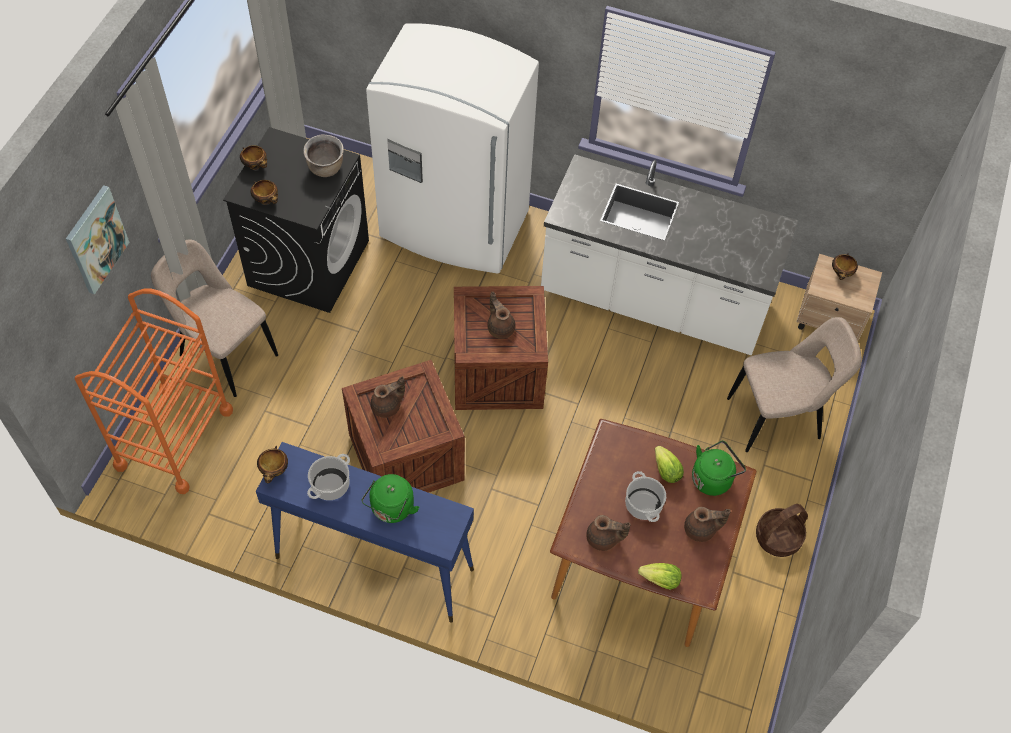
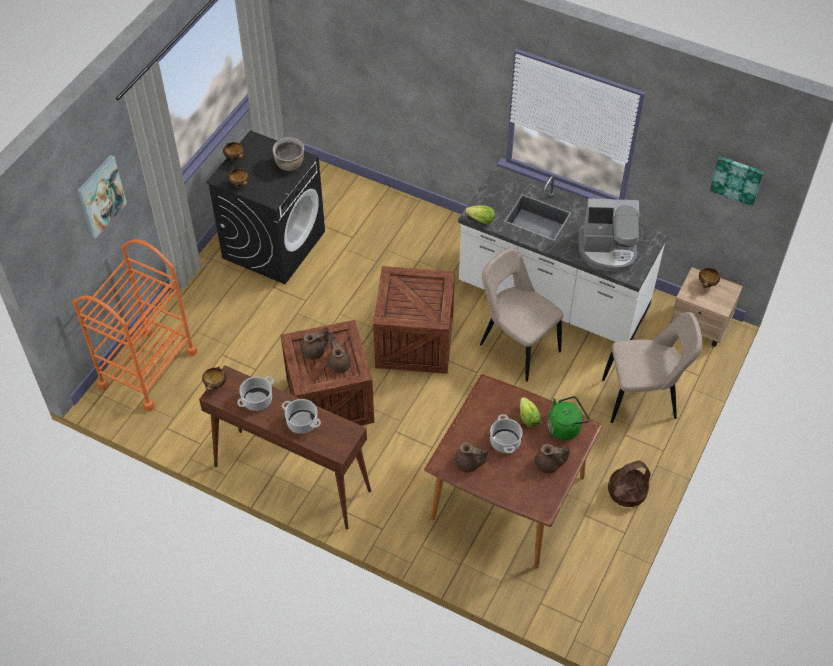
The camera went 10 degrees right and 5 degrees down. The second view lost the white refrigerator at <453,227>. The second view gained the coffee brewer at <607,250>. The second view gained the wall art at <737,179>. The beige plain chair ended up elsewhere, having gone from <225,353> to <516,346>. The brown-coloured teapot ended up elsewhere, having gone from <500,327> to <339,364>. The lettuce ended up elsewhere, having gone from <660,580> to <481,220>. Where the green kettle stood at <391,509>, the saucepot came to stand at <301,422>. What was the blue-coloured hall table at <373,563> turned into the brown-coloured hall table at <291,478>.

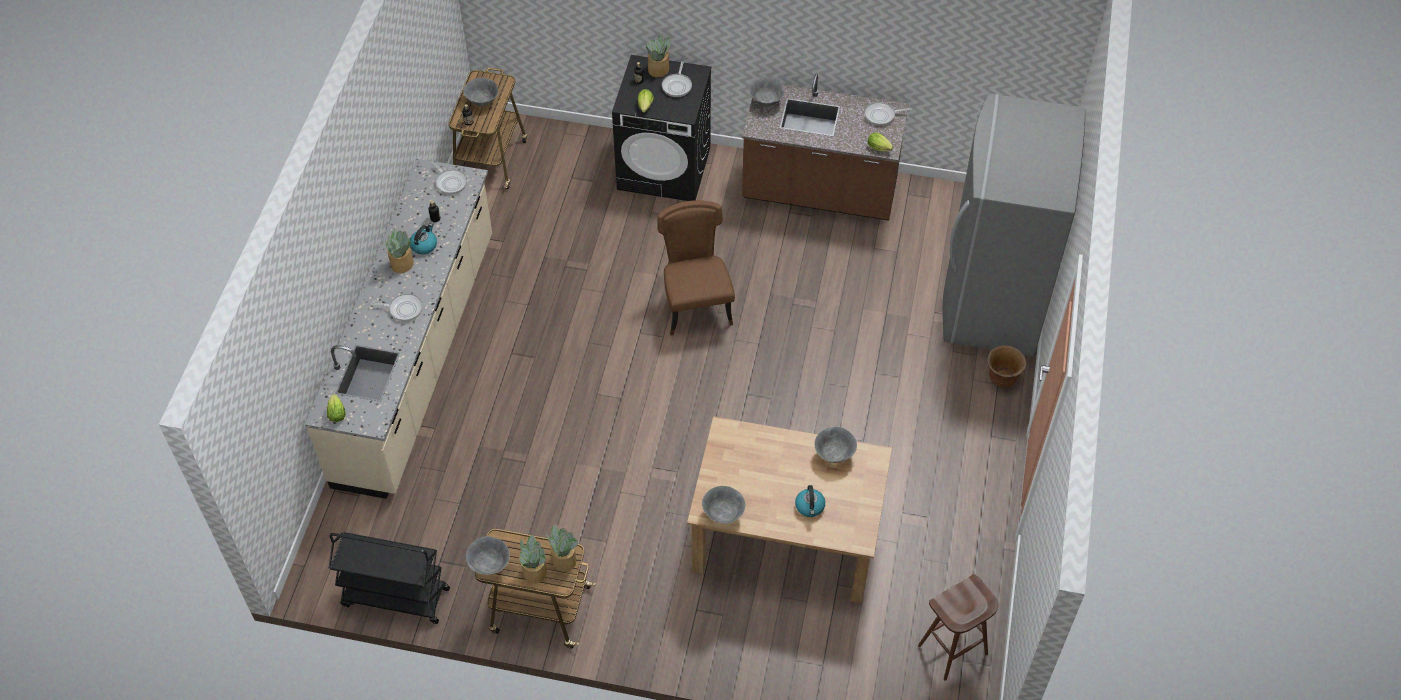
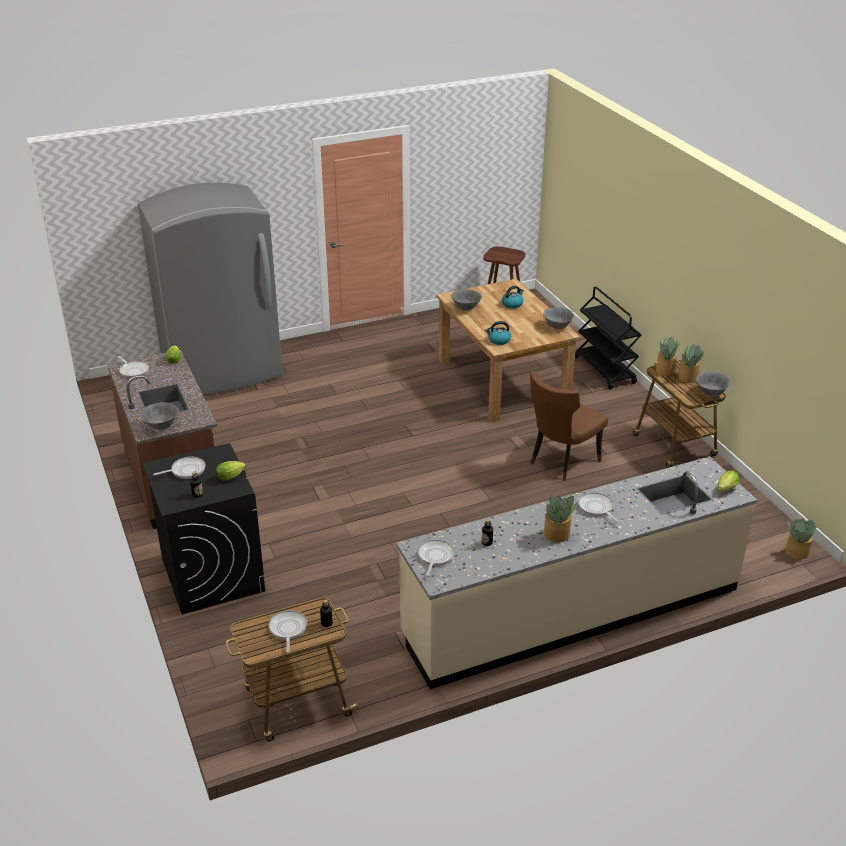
The camera went 125 degrees left and 20 degrees down. The second view lost the brown-coloured planter at <1002,379>. The blackish cart ended up elsewhere, having gone from <395,597> to <605,370>. The kettle ended up elsewhere, having gone from <424,245> to <499,340>. The houseplant ended up elsewhere, having gone from <659,69> to <796,552>. The brown-coloured plain chair ended up elsewhere, having gone from <695,306> to <561,462>. Where the grey serving bowl stood at <482,101>, the pan came to stand at <288,629>.

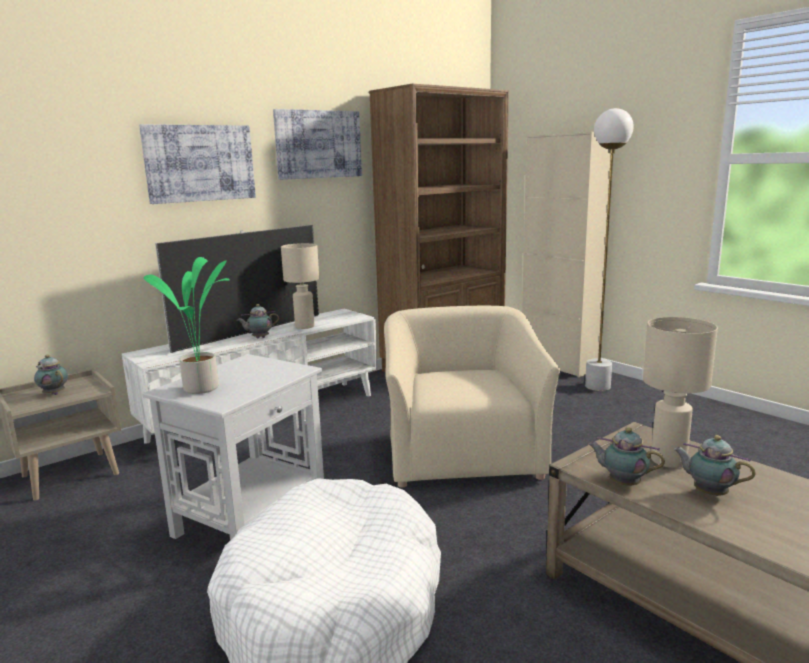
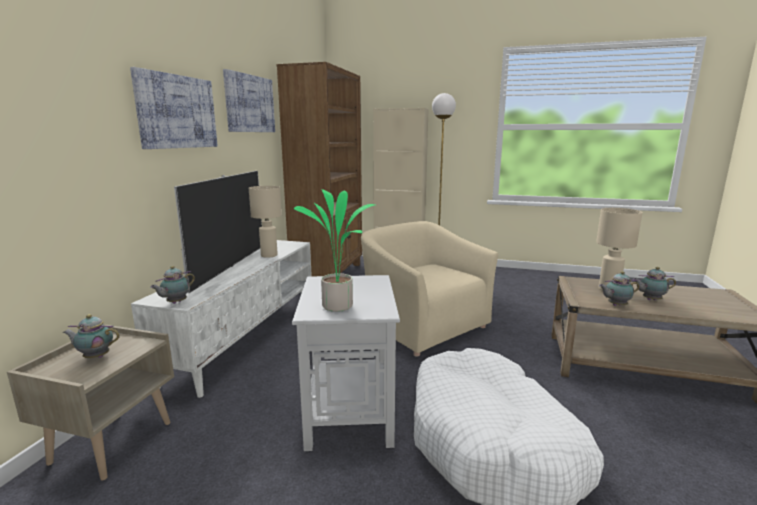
The camera went 35 degrees left and 0 degrees up. The teapot ended up elsewhere, having gone from <259,338> to <175,303>.

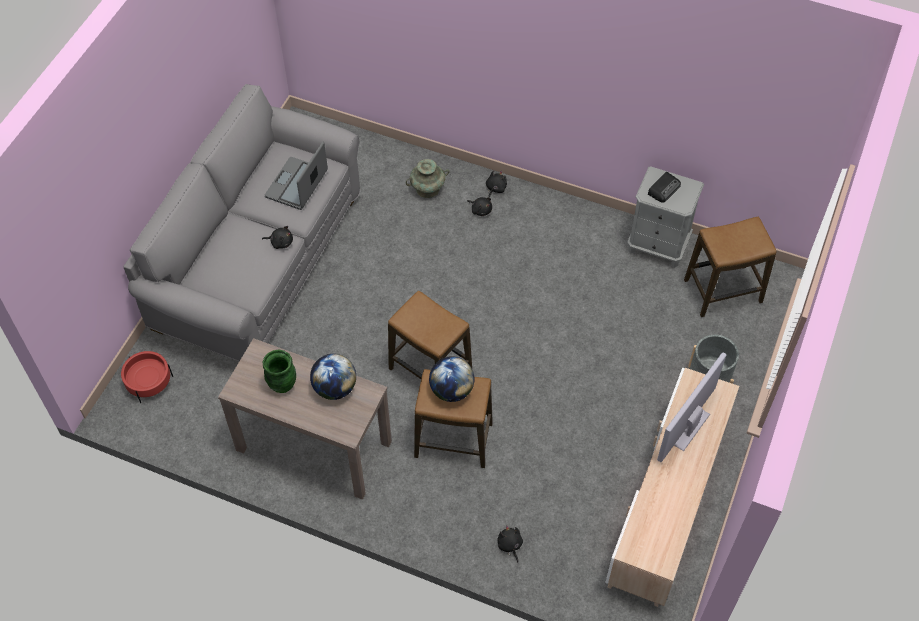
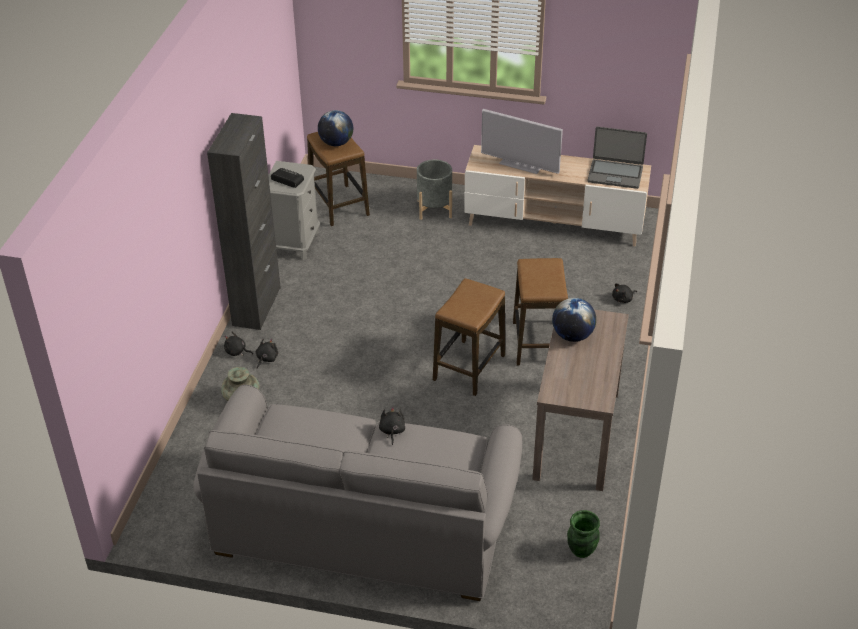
The camera went 100 degrees left and 15 degrees down. The second view lost the red-coloured planter at <149,382>. The second view gained the blackish storage cabinet at <256,306>. The green decorative vase ended up elsewhere, having gone from <282,384> to <581,550>. The notebook computer ended up elsewhere, having gone from <297,184> to <615,174>. The globe ended up elsewhere, having gone from <451,390> to <336,143>.

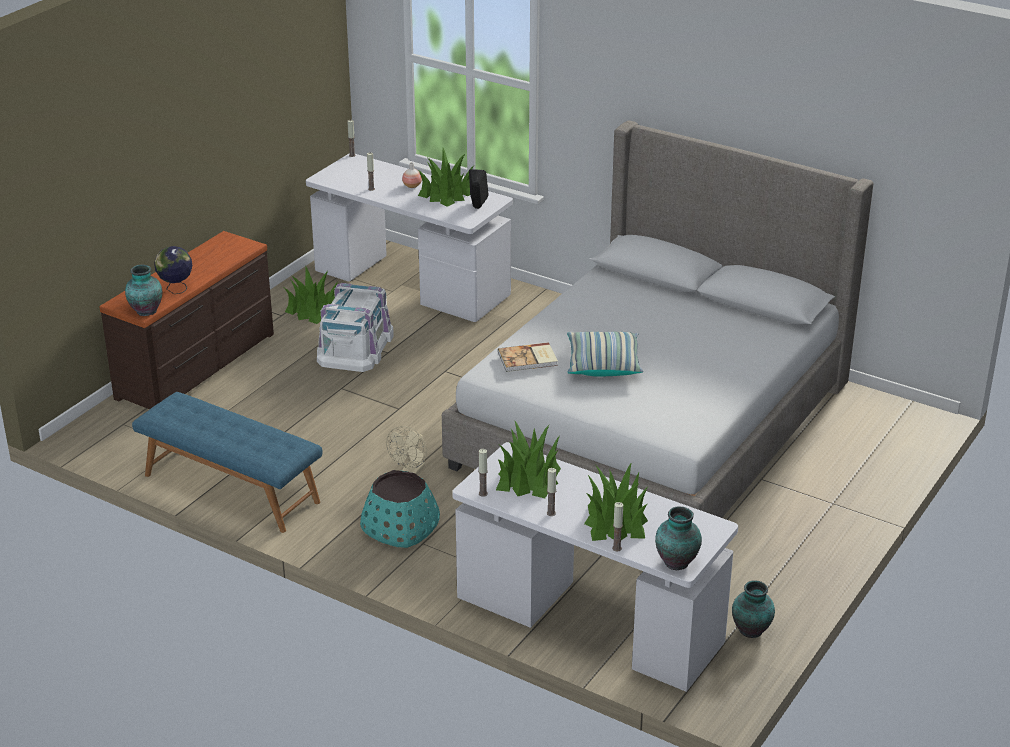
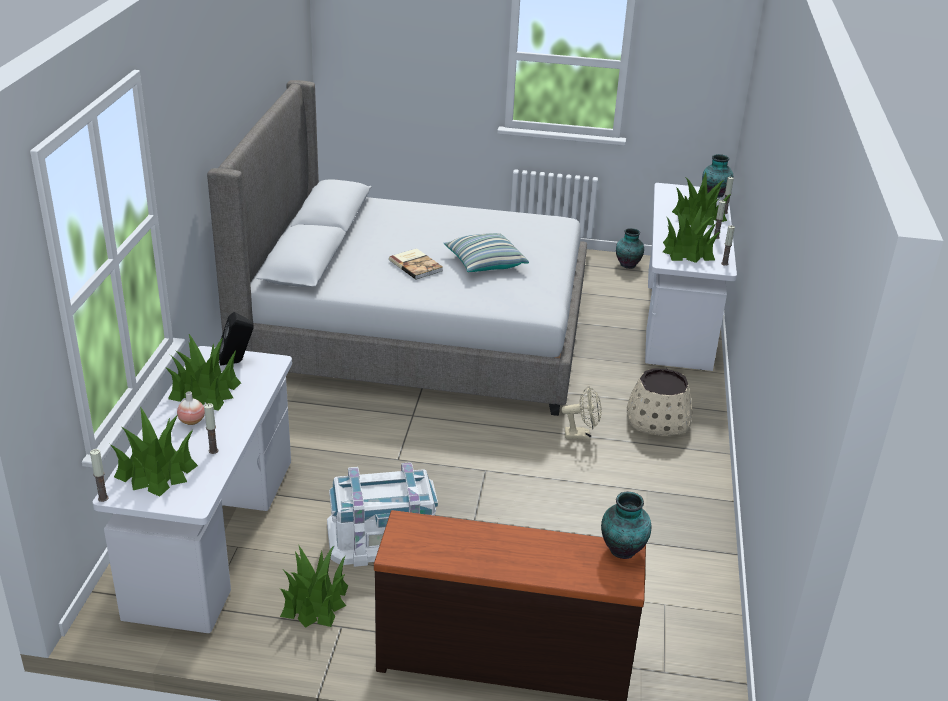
The camera went 115 degrees left and 0 degrees up. The second view lost the blue-coloured long seat at <230,489>. The second view lost the globe at <176,290>. The second view gained the houseplant at <156,471>. The book ended up elsewhere, having gone from <528,359> to <416,265>. What was the turquoise planter at <400,528> turned into the beige planter at <658,420>.

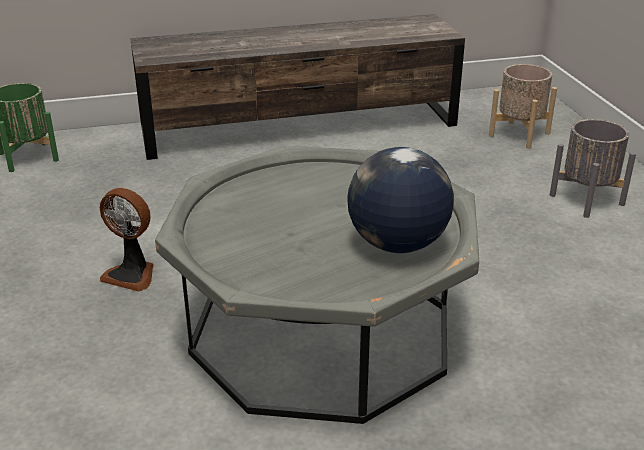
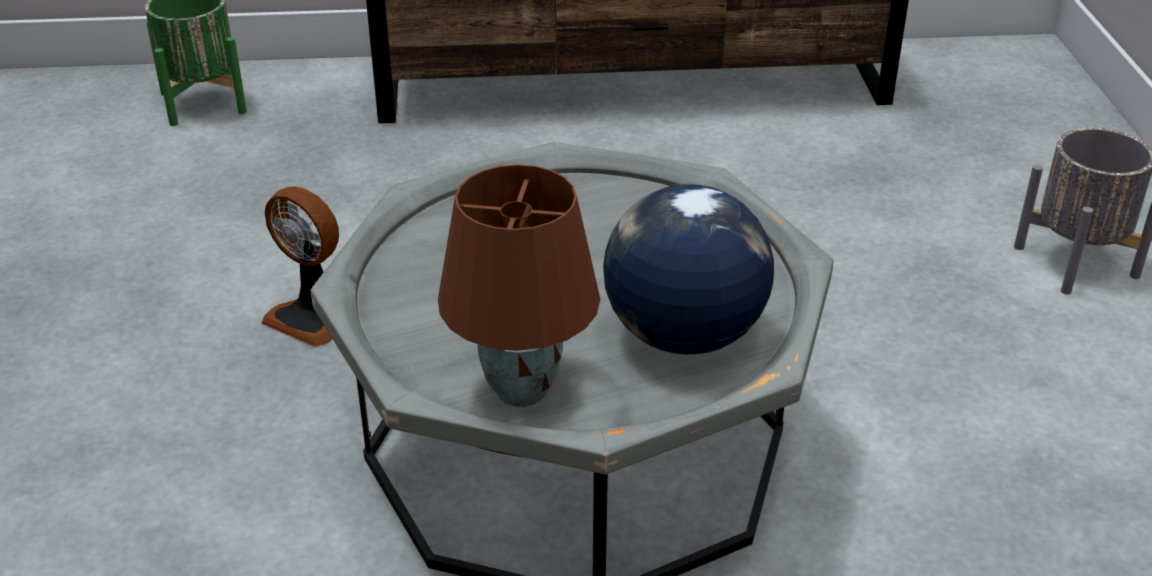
The camera went 10 degrees right and 5 degrees up. The second view lost the beige planter at <519,135>. The second view gained the brown-coloured table lamp at <521,392>.

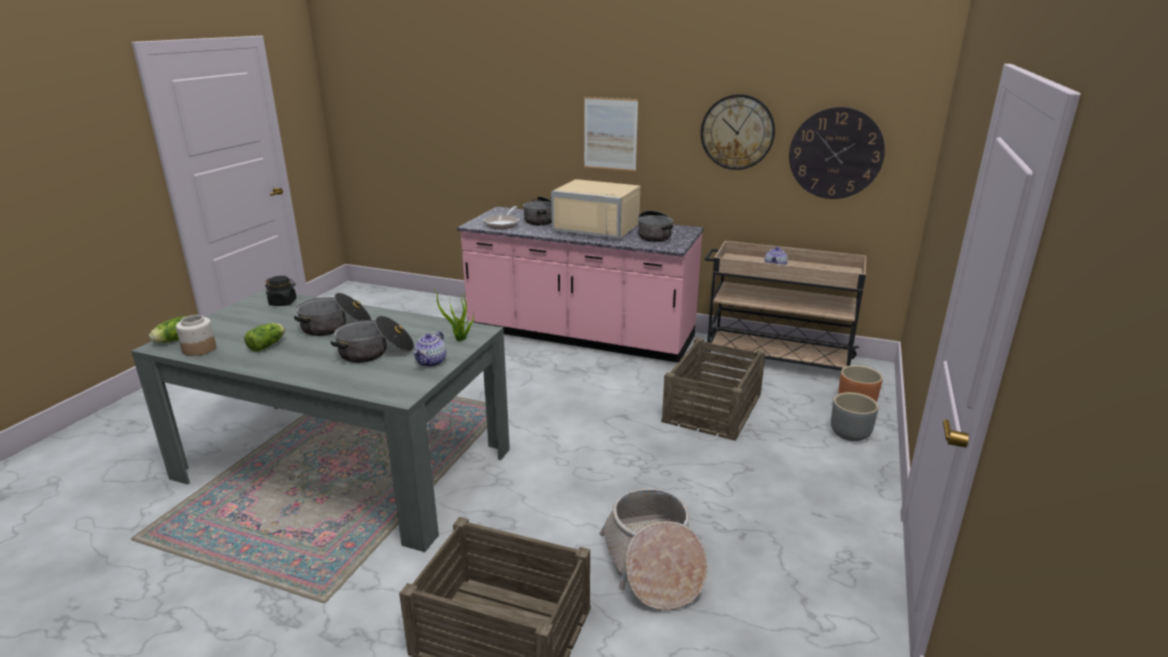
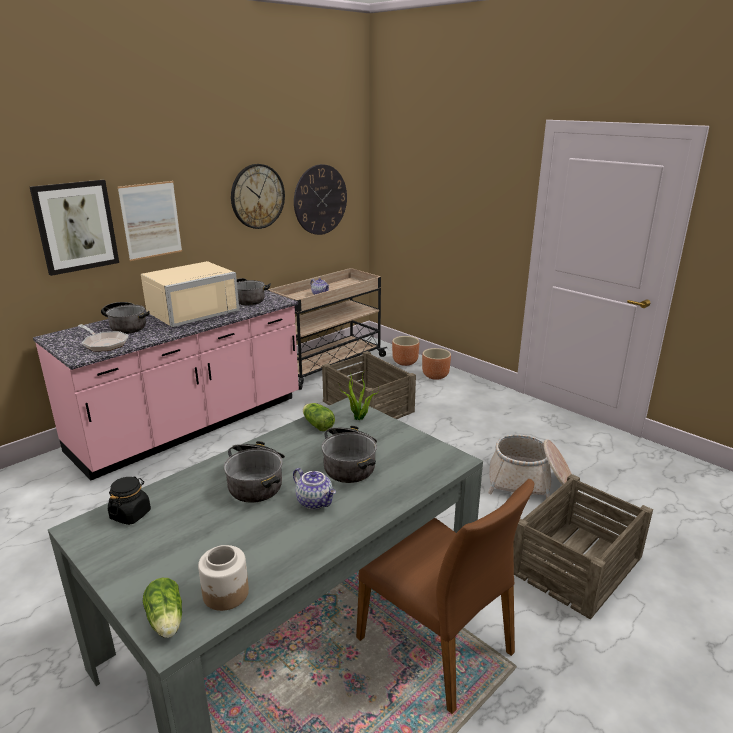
The camera went 65 degrees left and 0 degrees up. The second view gained the wall art at <76,226>. The second view gained the brown-coloured plain chair at <437,645>. The lettuce ended up elsewhere, having gone from <268,345> to <317,424>. The teapot ended up elsewhere, having gone from <431,362> to <315,501>. What was the grey planter at <850,434> turned into the brown-coloured planter at <435,376>.

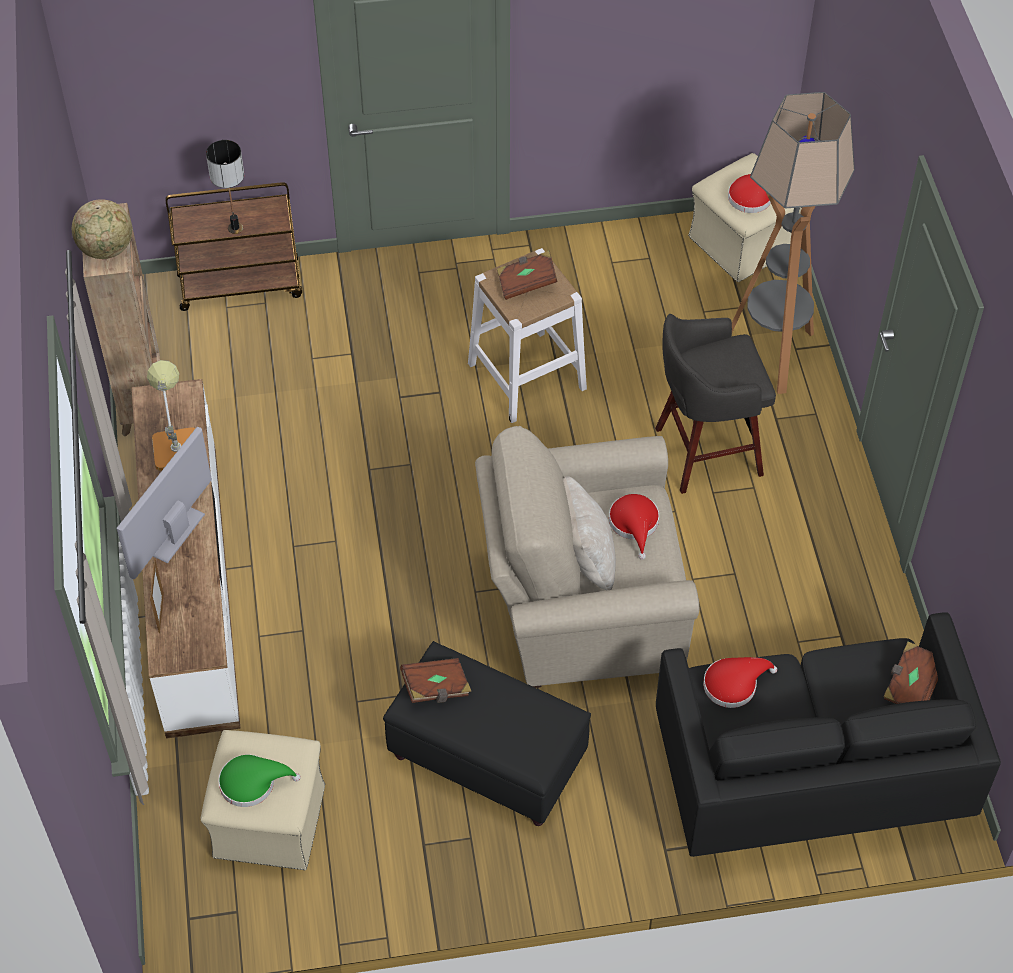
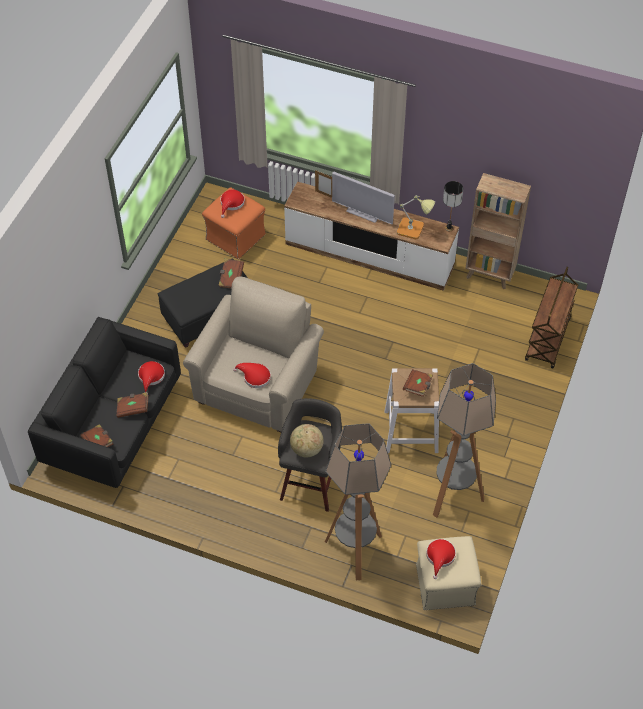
The camera went 120 degrees right and 0 degrees up. The second view lost the beige pillow at <585,558>. The second view gained the brown-coloured book at <133,408>. The second view gained the floor lamp at <452,495>. The globe ended up elsewhere, having gone from <107,249> to <306,449>. The table lamp ended up elsewhere, having gone from <235,228> to <449,228>. What was the beige footrest at <269,823> turned into the orange footrest at <235,237>. What was the green wearable hat at <252,783> turned into the red-coloured wearable hat at <231,204>. The television at <176,533> ended up facing another way, 150 degrees clockwise from before.

